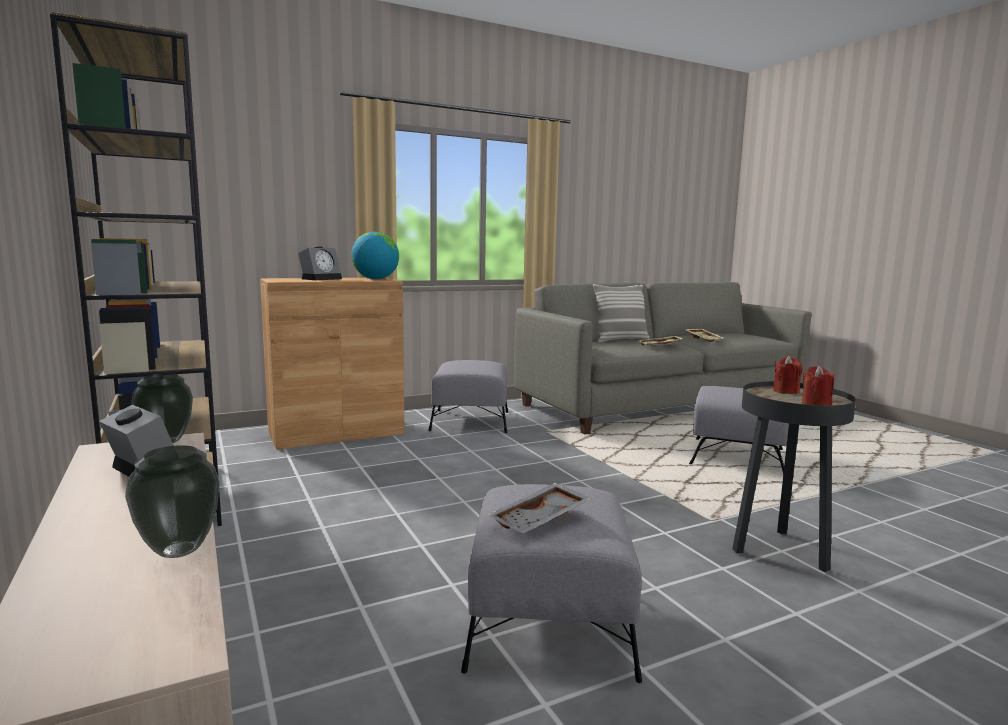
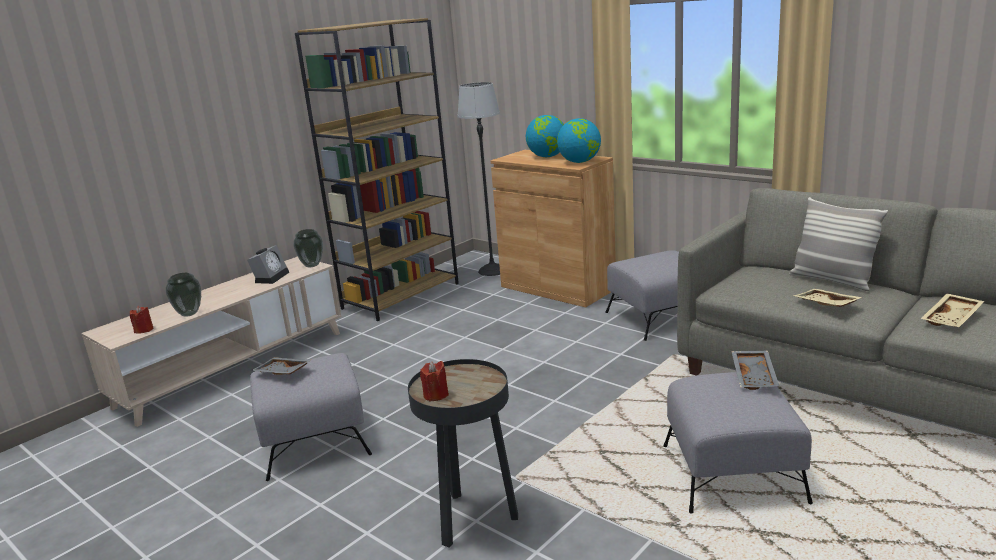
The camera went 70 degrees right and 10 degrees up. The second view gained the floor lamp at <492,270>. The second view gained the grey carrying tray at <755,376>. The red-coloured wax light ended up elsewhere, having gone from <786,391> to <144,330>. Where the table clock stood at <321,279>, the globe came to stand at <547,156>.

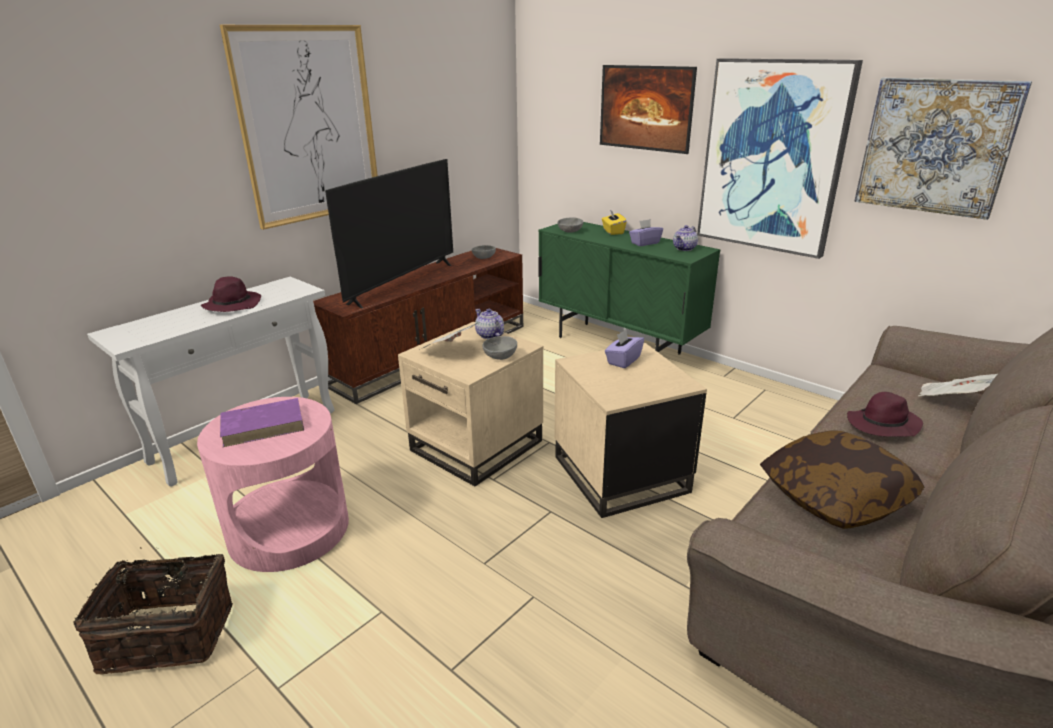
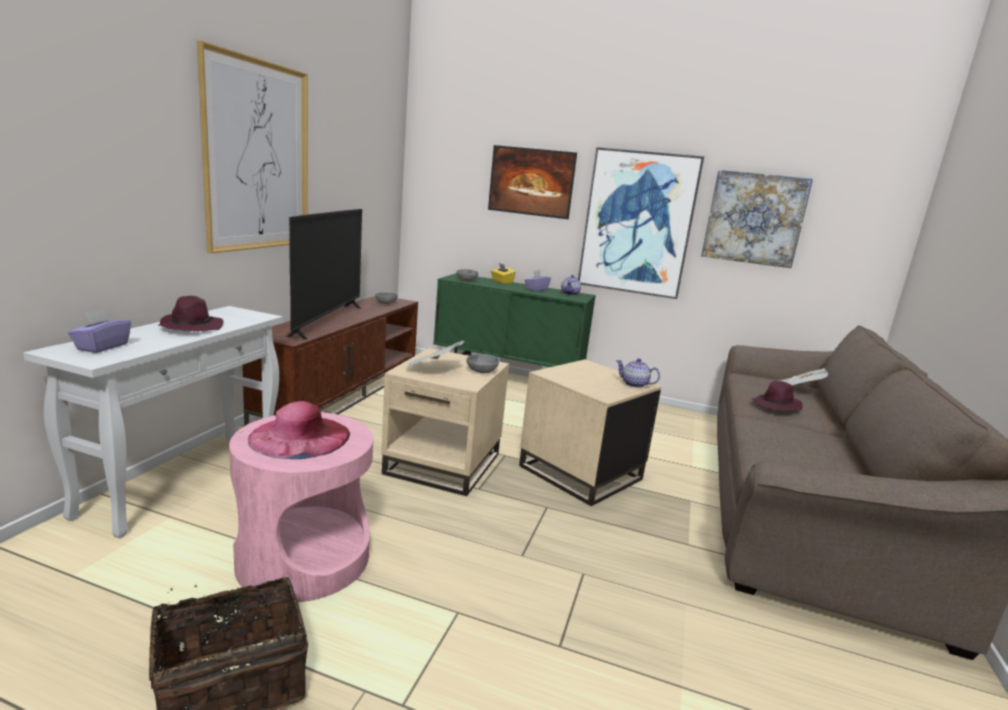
The camera went 25 degrees left and 10 degrees down. The second view lost the pillow at <834,496>. The teapot ended up elsewhere, having gone from <489,335> to <634,384>. The purplish tissue box ended up elsewhere, having gone from <623,360> to <102,347>. Where the purplish book stood at <264,425>, the pink wearable hat came to stand at <300,436>.

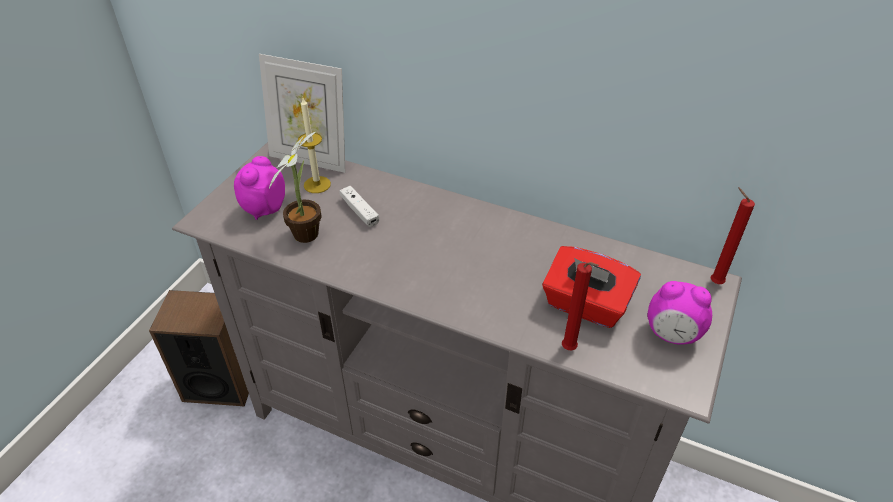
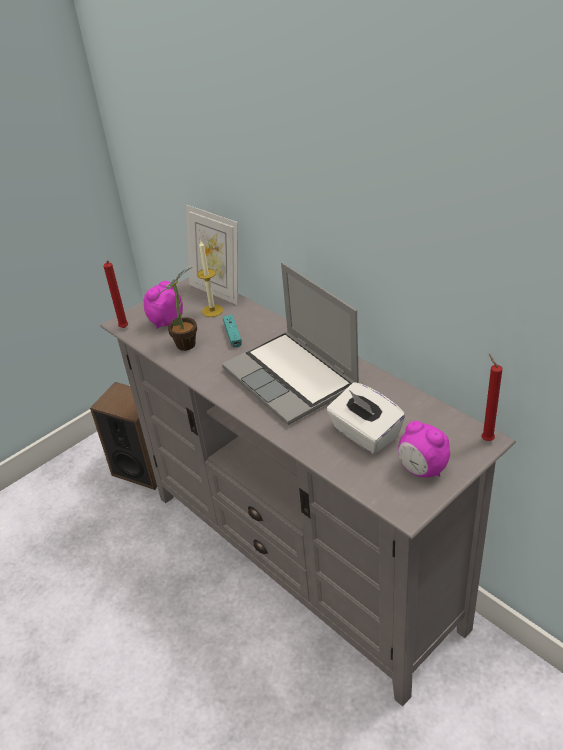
The camera went 25 degrees right and 5 degrees down. The second view gained the notebook computer at <292,378>. The red-coloured wax light ended up elsewhere, having gone from <570,350> to <124,329>. What was the white gamepad at <359,211> turned into the turquoise gamepad at <232,335>. What was the red-coloured tissue box at <585,305> turned into the white tissue box at <365,434>.

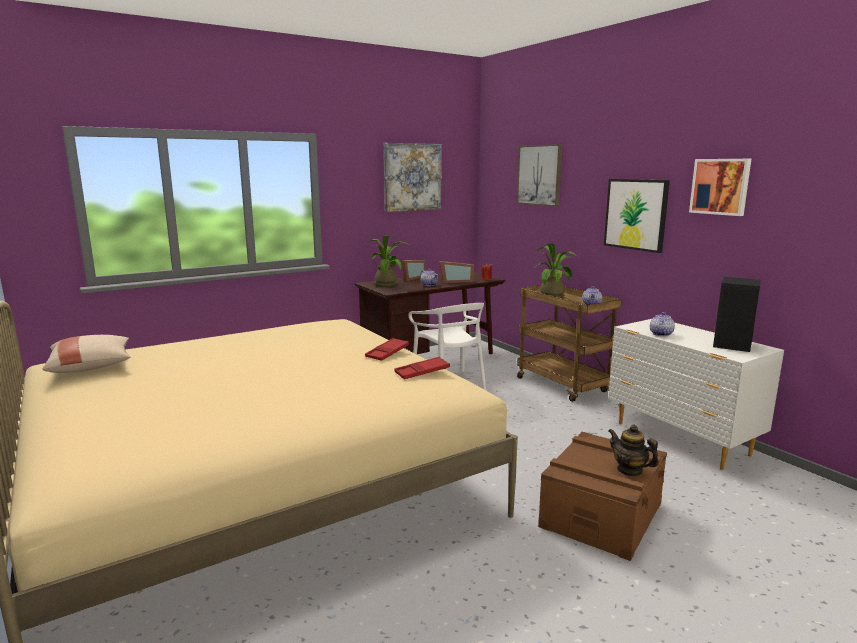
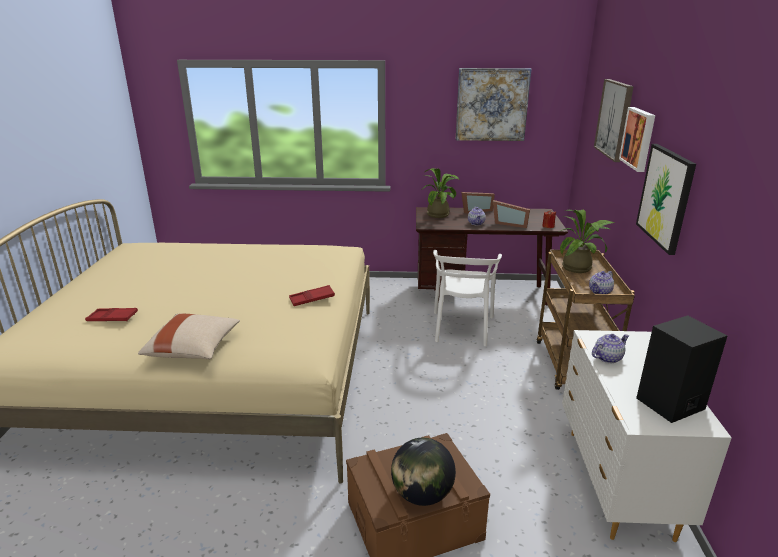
The camera went 35 degrees right and 10 degrees up. The beige pillow ended up elsewhere, having gone from <91,367> to <194,349>. The red-coloured carrying tray ended up elsewhere, having gone from <422,372> to <112,318>. The wall art ended up elsewhere, having gone from <720,186> to <639,138>. Where the teapot stood at <629,470>, the globe came to stand at <422,494>.

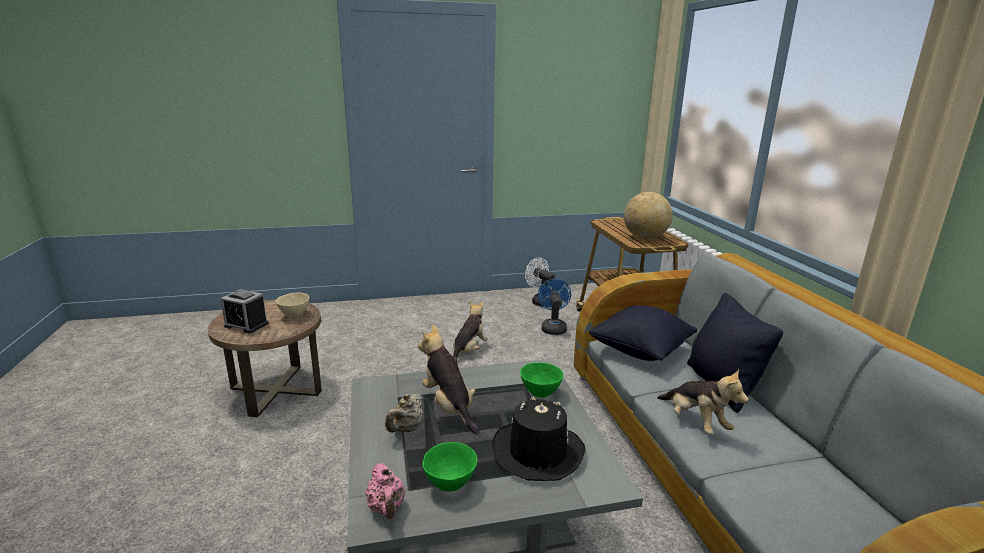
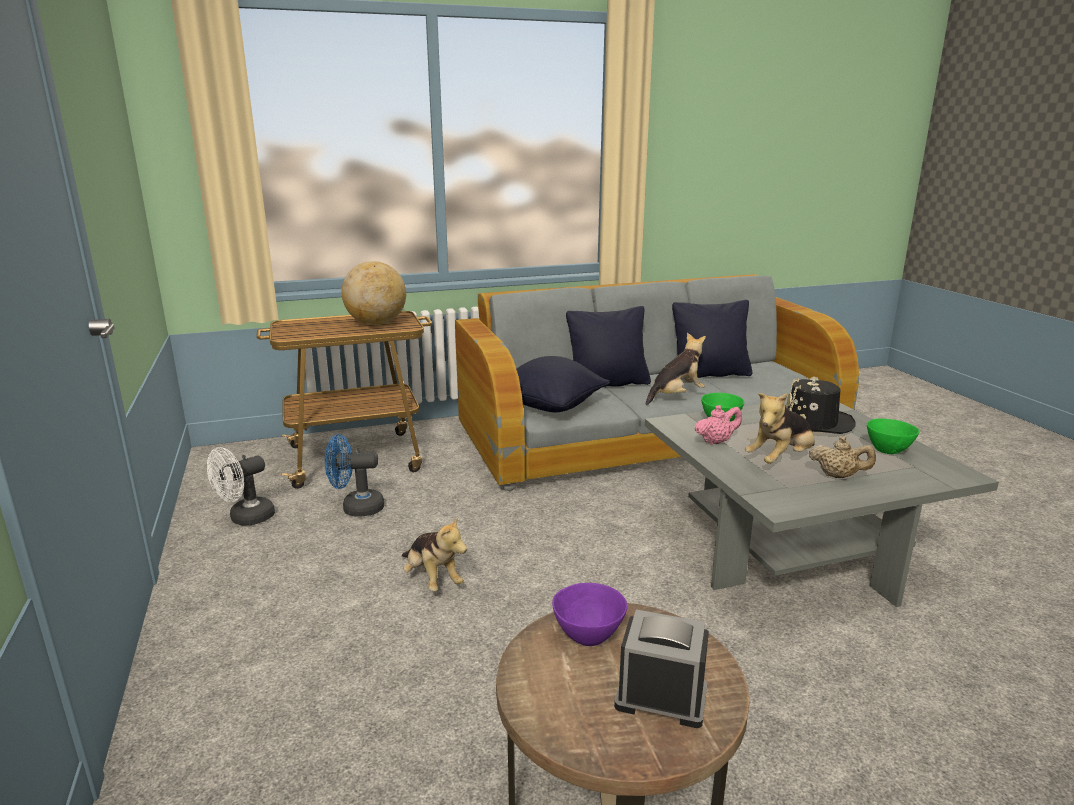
The camera went 95 degrees left and 0 degrees up. The second view gained the blackish pillow at <710,374>. The pink teapot ended up elsewhere, having gone from <386,508> to <716,441>. What was the beige serving bowl at <294,315> turned into the purplish serving bowl at <588,638>. The table clock at <246,325> ended up facing another way, 90 degrees counterclockwise from before. The cuddly toy at <469,351> ended up facing another way, 150 degrees counterclockwise from before.

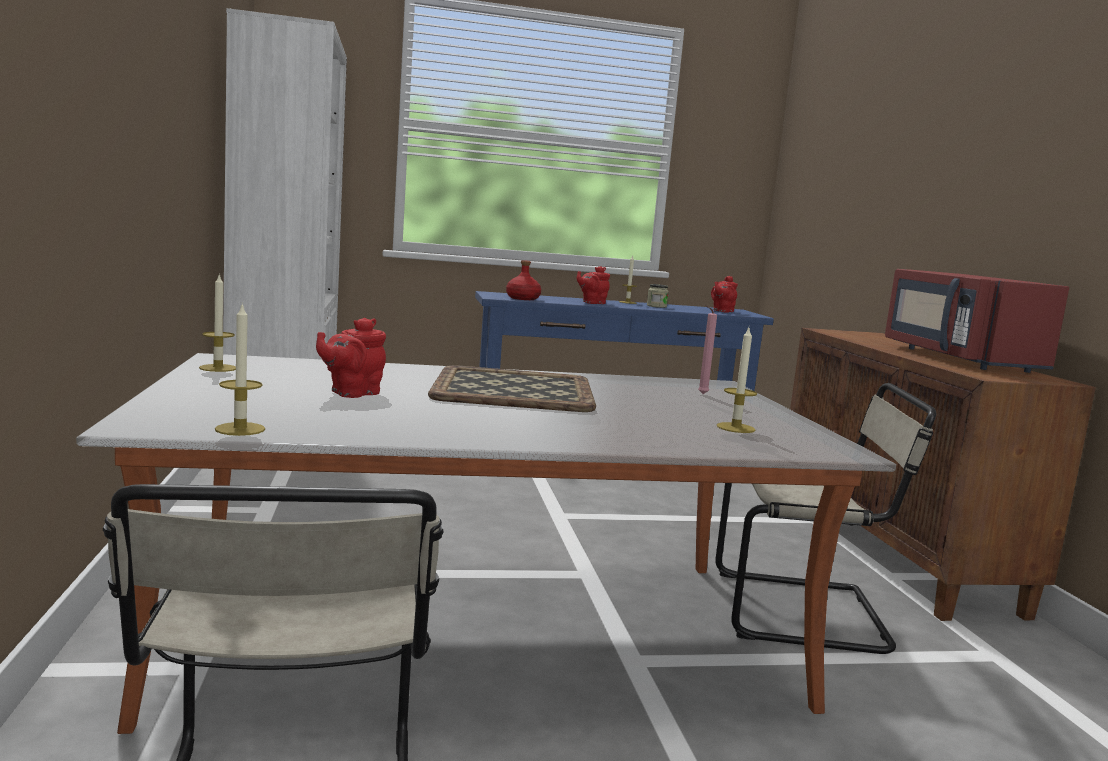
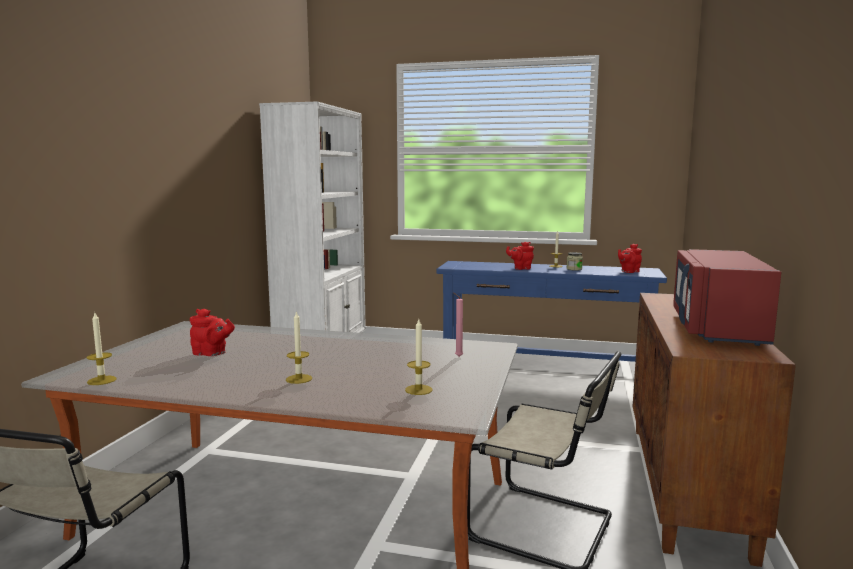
The camera went 25 degrees right and 0 degrees up. The second view lost the carrying tray at <515,390>. The second view lost the red-coloured beverage bottle at <522,298>. The wax light ended up elsewhere, having gone from <218,368> to <299,379>. The red-coloured teapot at <352,393> ended up facing another way, 135 degrees counterclockwise from before.

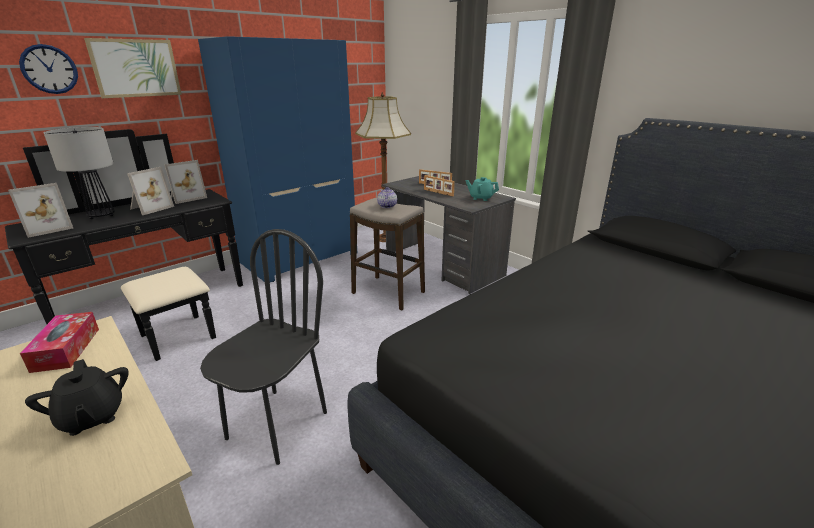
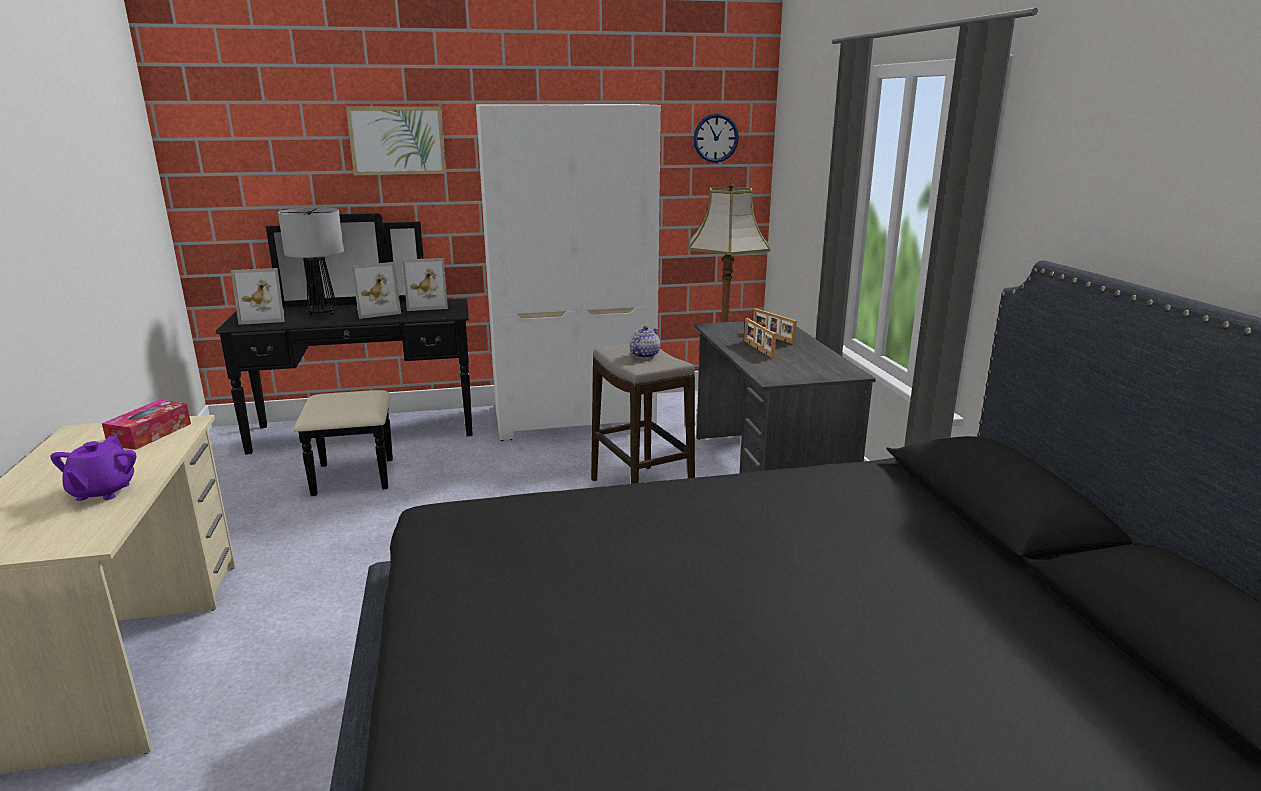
The camera went 30 degrees right and 5 degrees down. The second view lost the blackish plain chair at <277,424>. The second view lost the turquoise teapot at <481,198>. The wall clock ended up elsewhere, having gone from <49,69> to <715,138>. What was the blackish teapot at <92,417> turned into the purplish teapot at <102,492>. What was the blue-coloured clothes cupboard at <300,257> turned into the white clothes cupboard at <574,416>.

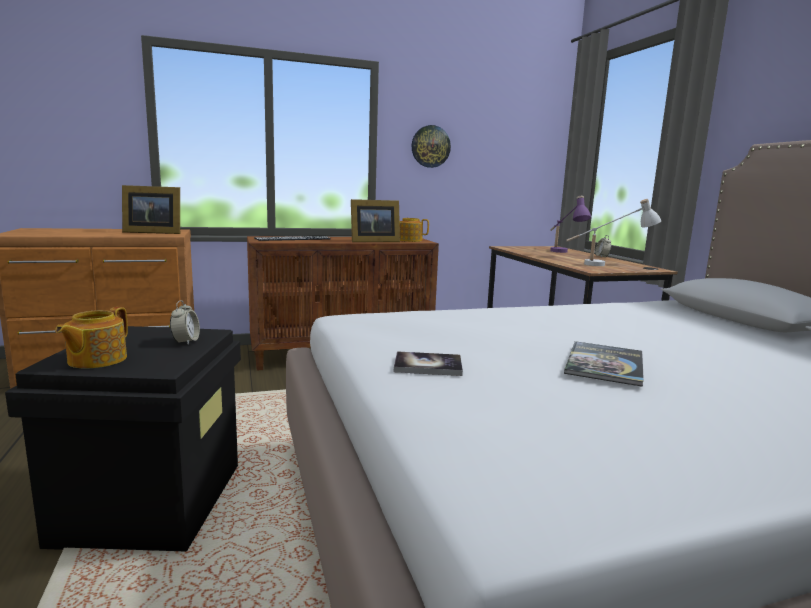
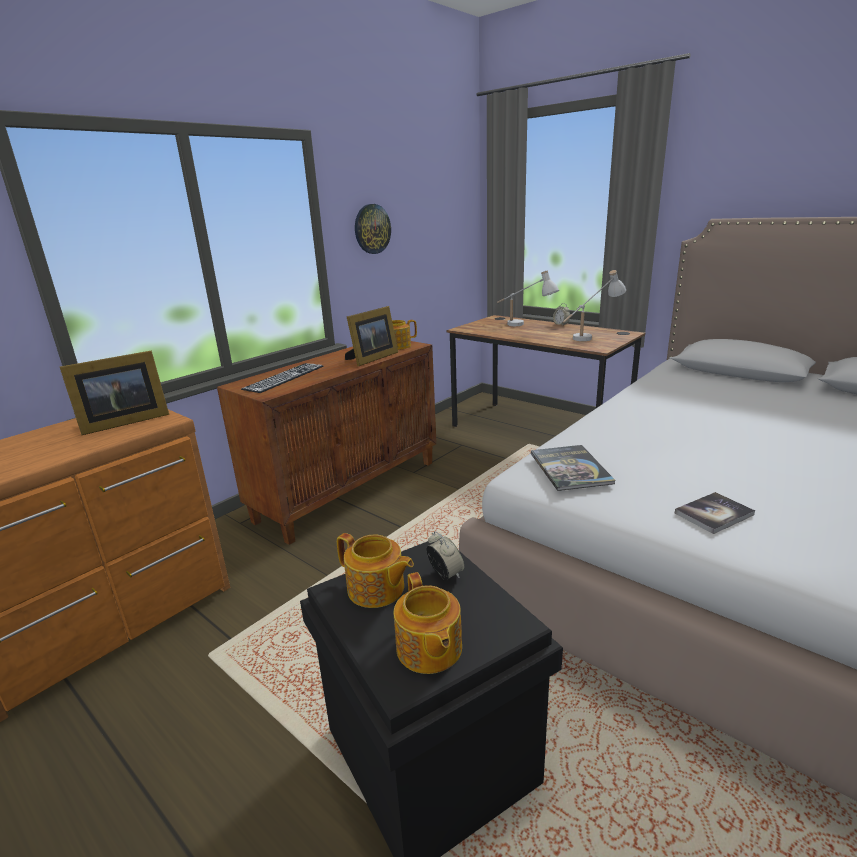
The camera went 30 degrees left and 10 degrees up. The second view gained the teapot at <376,589>. The book ended up elsewhere, having gone from <604,364> to <570,468>. What was the purplish table lamp at <563,253> turned into the white table lamp at <524,326>.

